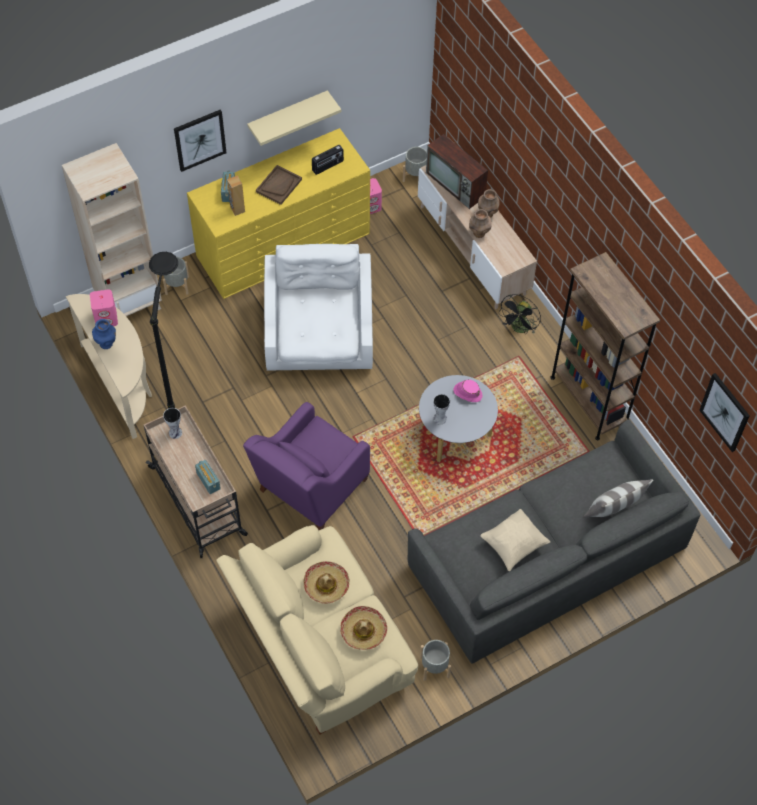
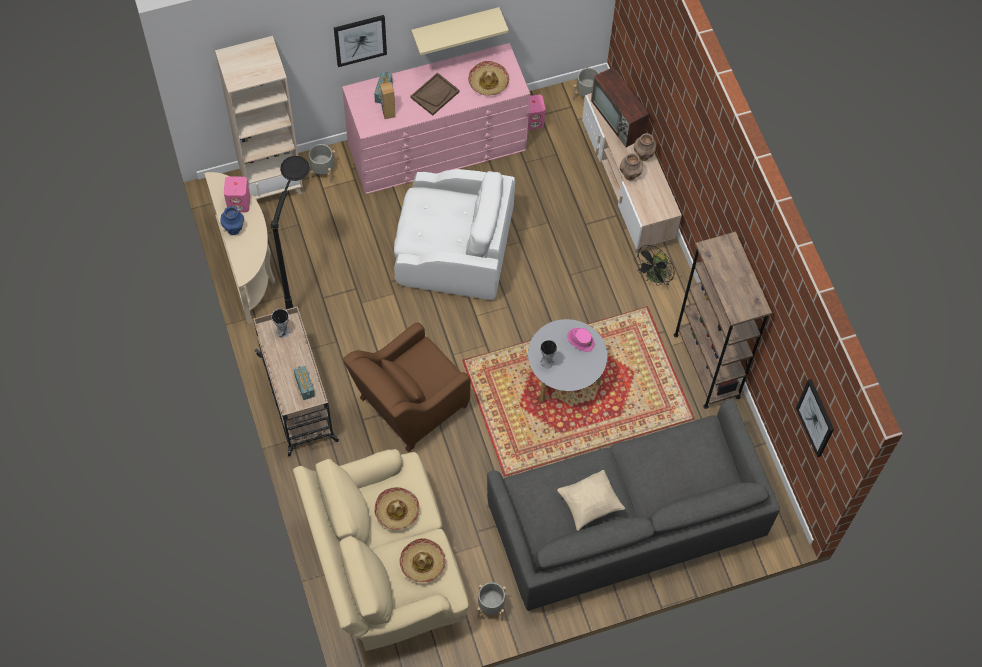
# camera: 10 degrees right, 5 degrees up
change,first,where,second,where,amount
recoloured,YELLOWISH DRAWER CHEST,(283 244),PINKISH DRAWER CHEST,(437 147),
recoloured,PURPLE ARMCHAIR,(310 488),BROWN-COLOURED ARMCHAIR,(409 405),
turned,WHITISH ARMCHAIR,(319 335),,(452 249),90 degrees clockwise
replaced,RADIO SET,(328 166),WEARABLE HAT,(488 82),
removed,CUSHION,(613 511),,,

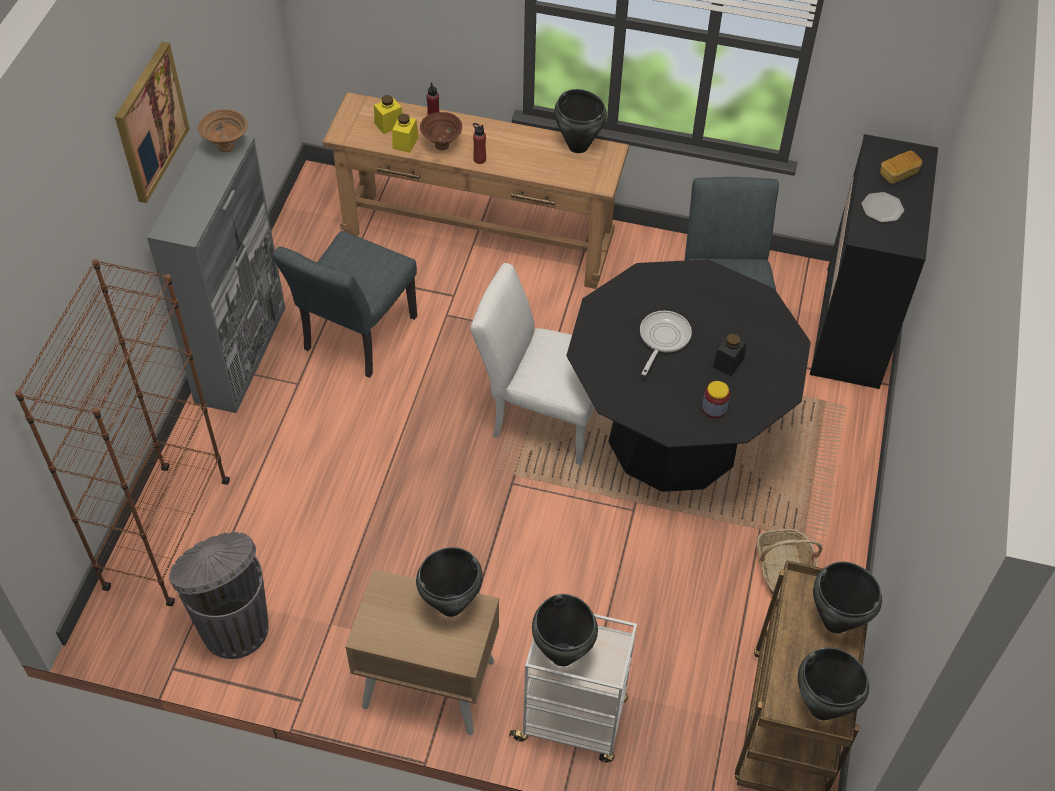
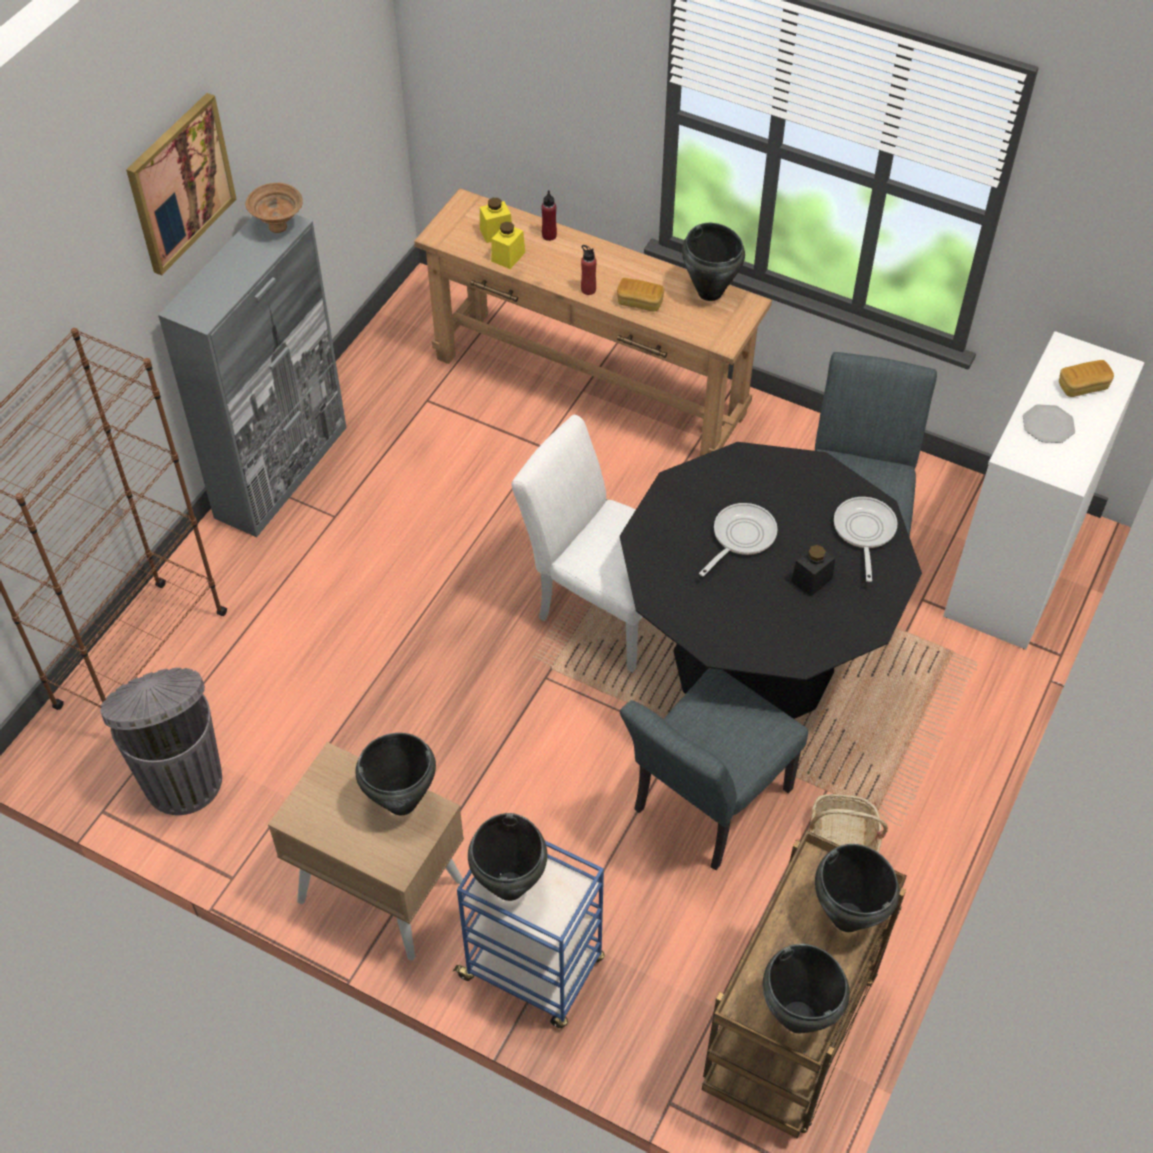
# camera: 15 degrees right, 0 degrees up
change,first,where,second,where,amount
recoloured,WHITISH WHEELED CART,(572 720),BLUE WHEELED CART,(533 969),
added,,,BAKED BREAD,(640 302),
moved,GREYISH PLAIN CHAIR,(355 339),,(704 807),
added,,,SKILLET,(864 532),
recoloured,BLACK DRAWER CHEST,(852 327),WHITISH DRAWER CHEST,(1013 569),
removed,BROWN-COLOURED SERVING BOWL,(442 146),,,
removed,PRESERVE JAR,(714 408),,,

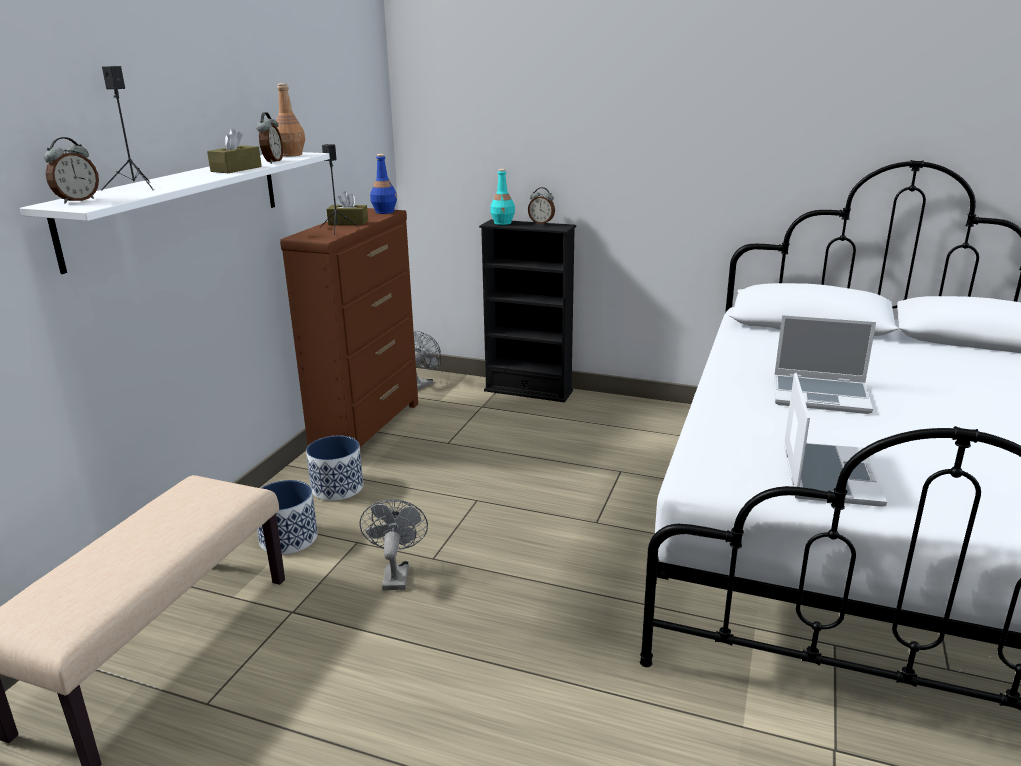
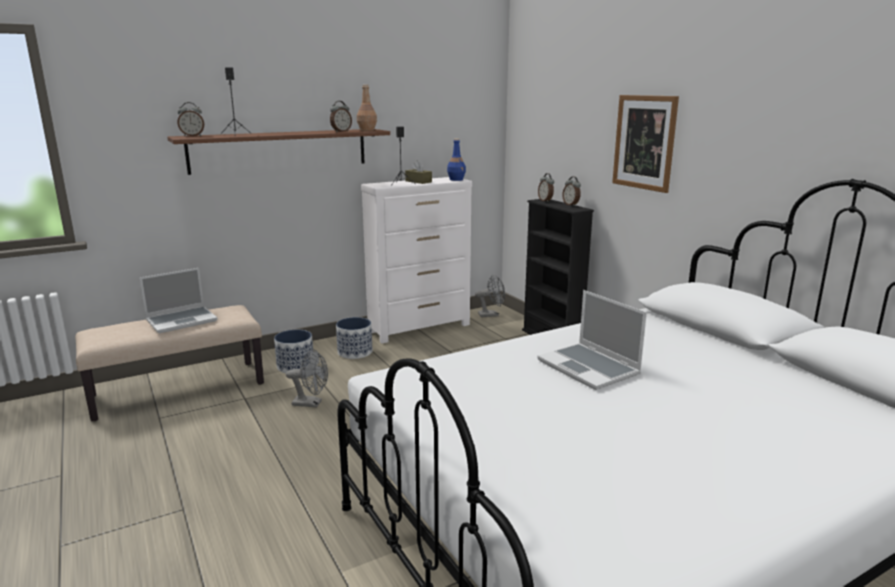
# camera: 40 degrees right, 5 degrees down
change,first,where,second,where,amount
moved,NOTEBOOK COMPUTER,(827 475),,(182 320),
recoloured,WHITISH BRACKET SHELF,(178 205),BROWN-COLOURED BRACKET SHELF,(280 150),
turned,GREYISH COOLING FAN,(396 574),,(311 403),60 degrees clockwise
recoloured,BROWN-COLOURED DRAWER CHEST,(368 428),WHITISH DRAWER CHEST,(420 328),
replaced,BLUE-GREEN BOTTLE,(503 223),ALARM CLOCK,(545 201),
added,,,WALL PICTURE,(644 142),
removed,BROWN-COLOURED BOX OF TISSUES,(236 169),,,

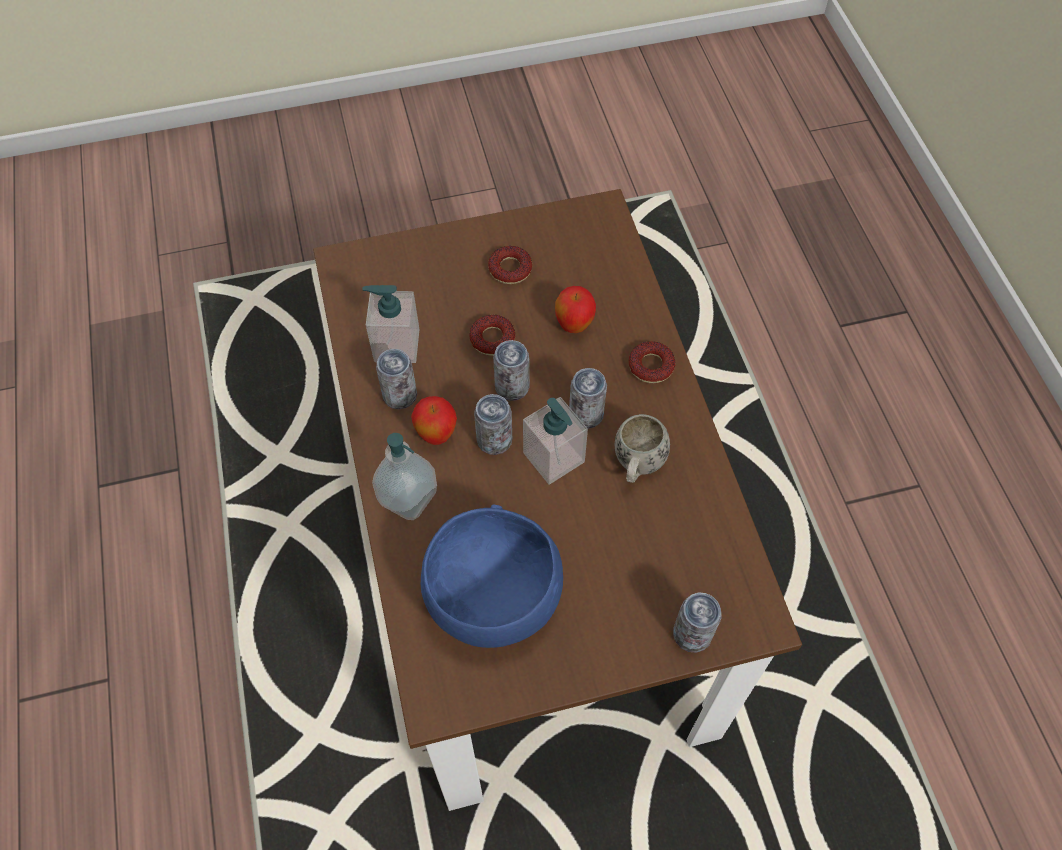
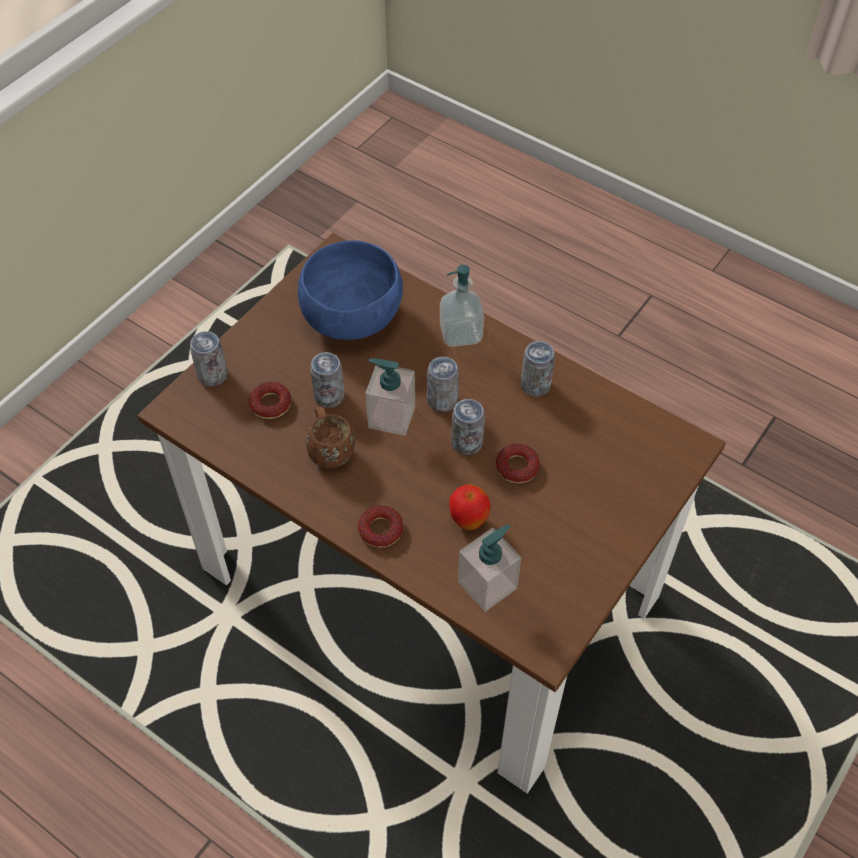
# camera: 140 degrees right, 5 degrees down
change,first,where,second,where,amount
moved,RING DOUGHNUT,(510 269),,(270 404),
recoloured,WHITISH MUG,(637 466),BROWN-COLOURED MUG,(329 450),
moved,METAL CAN,(586 414),,(329 396),
moved,SOAP BOTTLE,(396 345),,(487 585),
removed,WHOLE APPLE,(436 435),,,

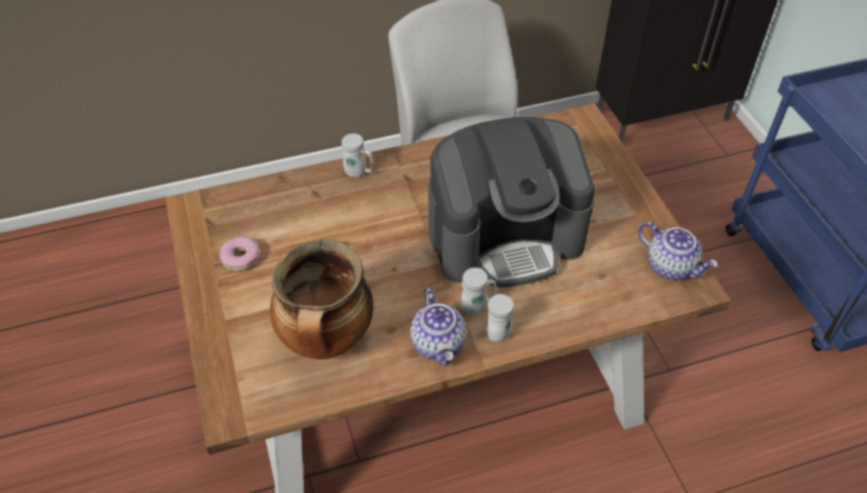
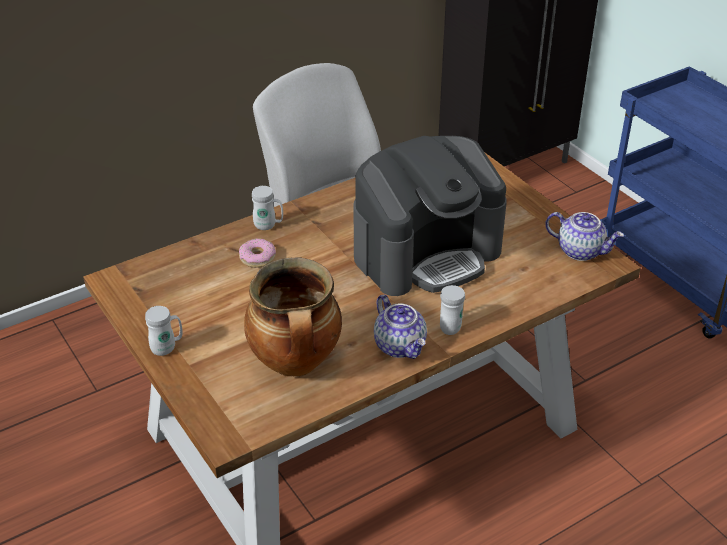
# camera: 15 degrees left, 10 degrees down
change,first,where,second,where,amount
moved,WHITISH MUG,(477 306),,(167 348),
moved,RING DOUGHNUT,(240 258),,(257 258),

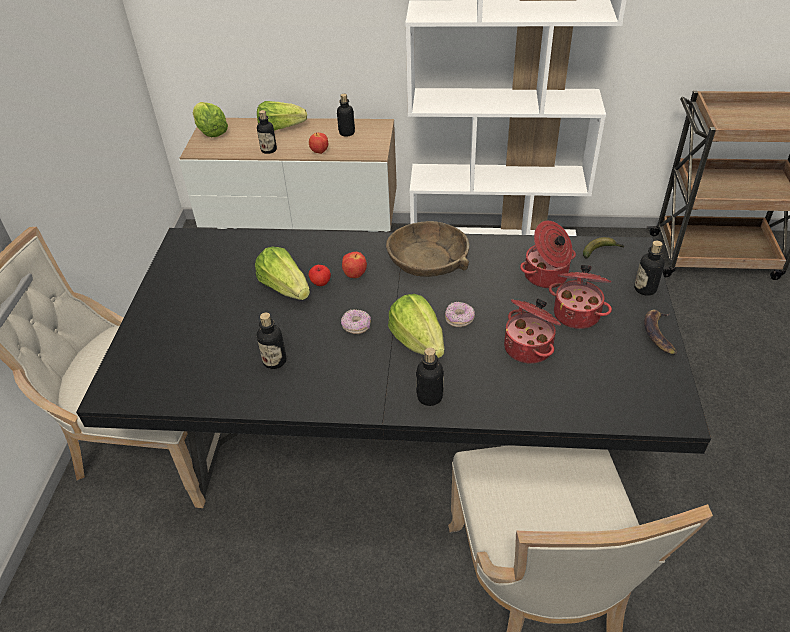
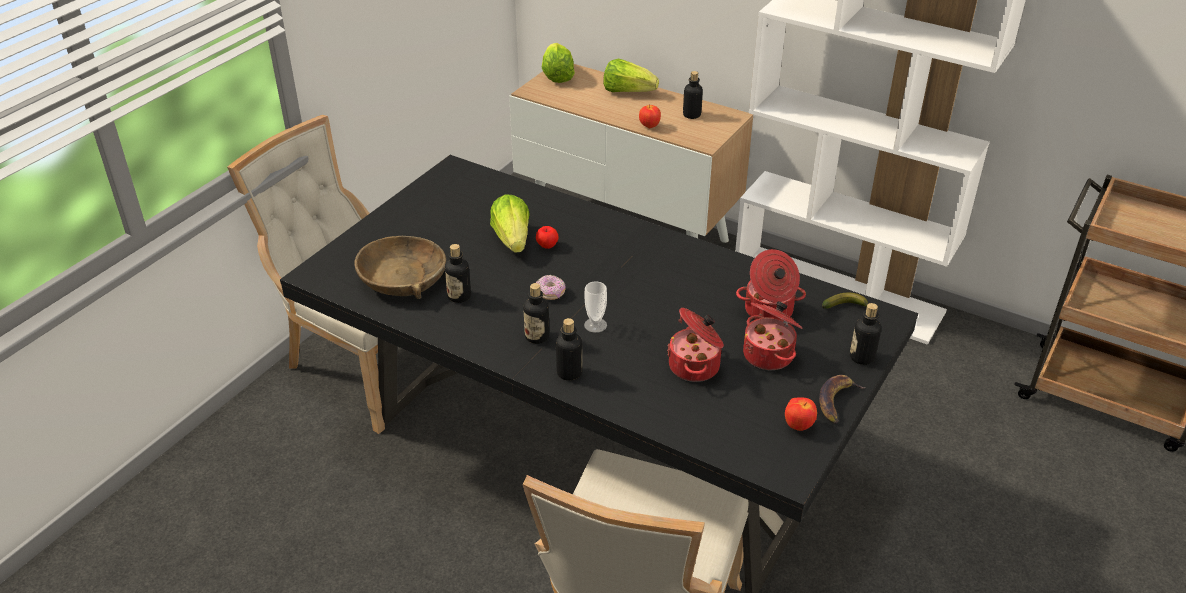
# camera: 25 degrees right, 5 degrees down
change,first,where,second,where,amount
moved,BROWN-COLOURED SERVING BOWL,(429 260),,(403 278),
moved,BOTTLE,(269 150),,(537 336),
replaced,HEAD OF LETTUCE,(418 342),CUP,(595 325),
moved,WHOLE APPLE,(355 275),,(799 426),
removed,RING DOUGHNUT,(459 319),,,

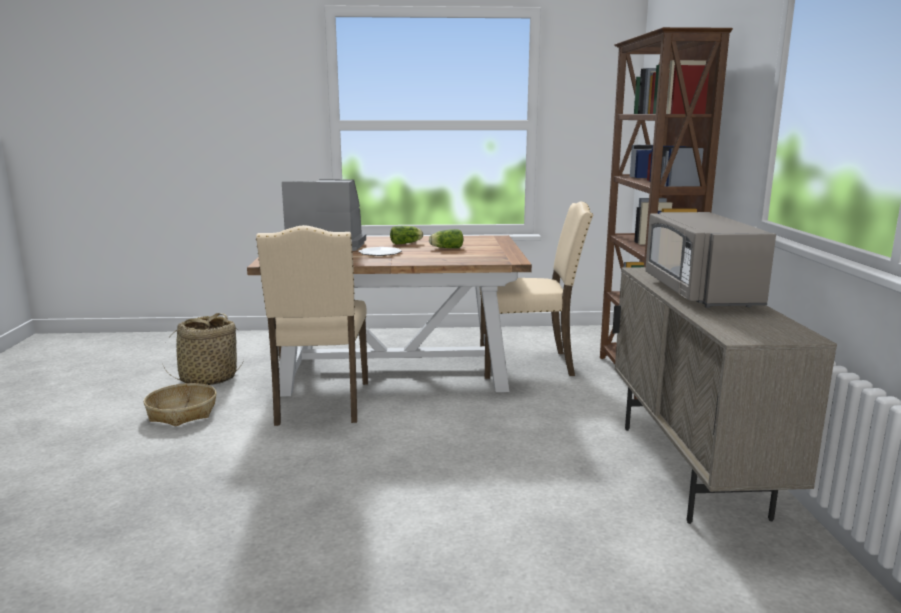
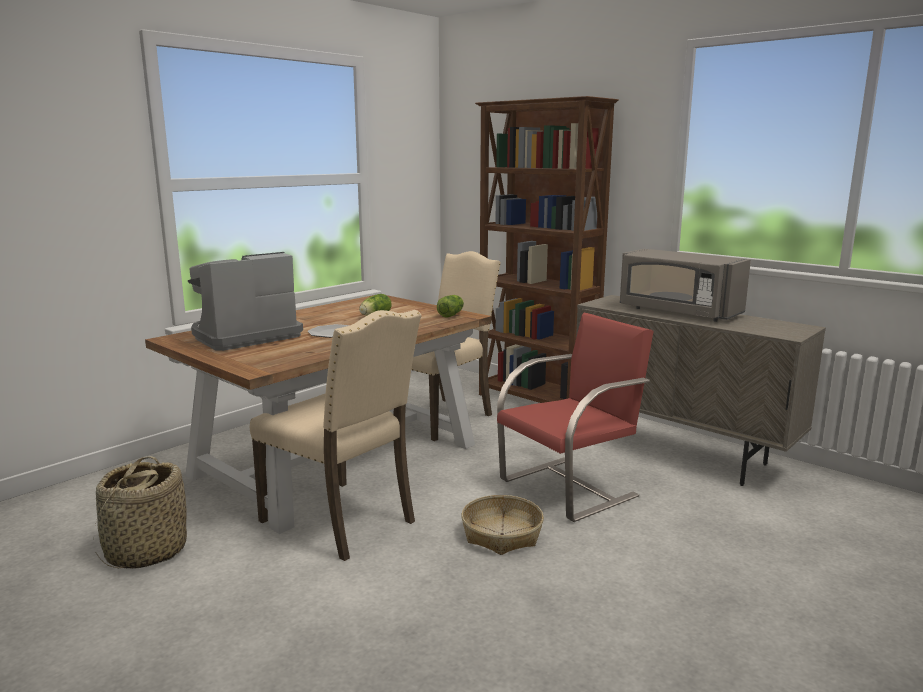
# camera: 45 degrees left, 0 degrees up
change,first,where,second,where,amount
moved,HEAD OF LETTUCE,(407 243),,(452 314),
moved,STORAGE BASKET,(182 413),,(502 534),
added,,,RED-COLOURED PLAIN CHAIR,(570 487),

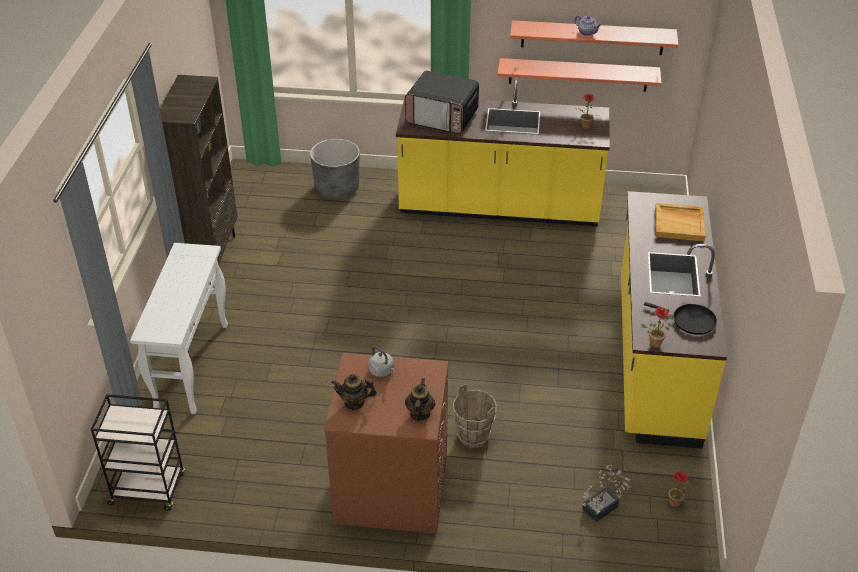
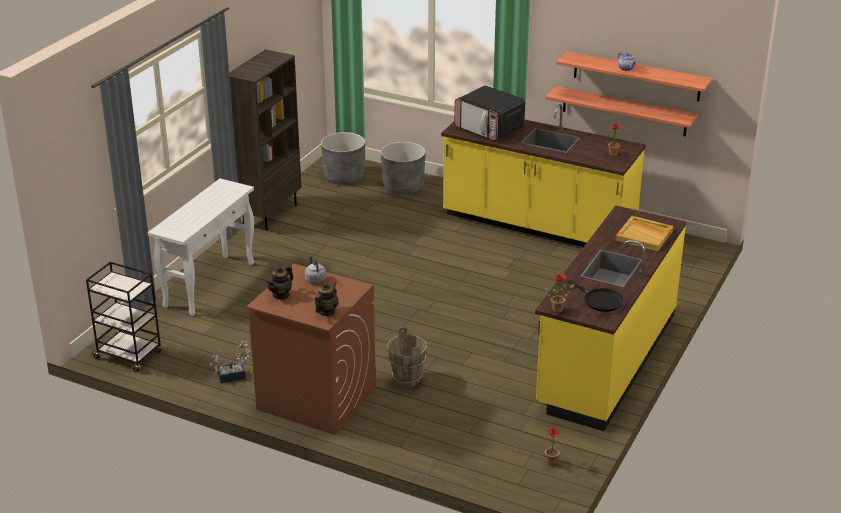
# camera: 20 degrees right, 10 degrees down
change,first,where,second,where,amount
moved,HOUSEPLANT,(603 506),,(235 376),
turned,TEA POT,(354 402),,(281 295),75 degrees counterclockwise
added,,,GREYISH FLOWER POT,(344 177),

